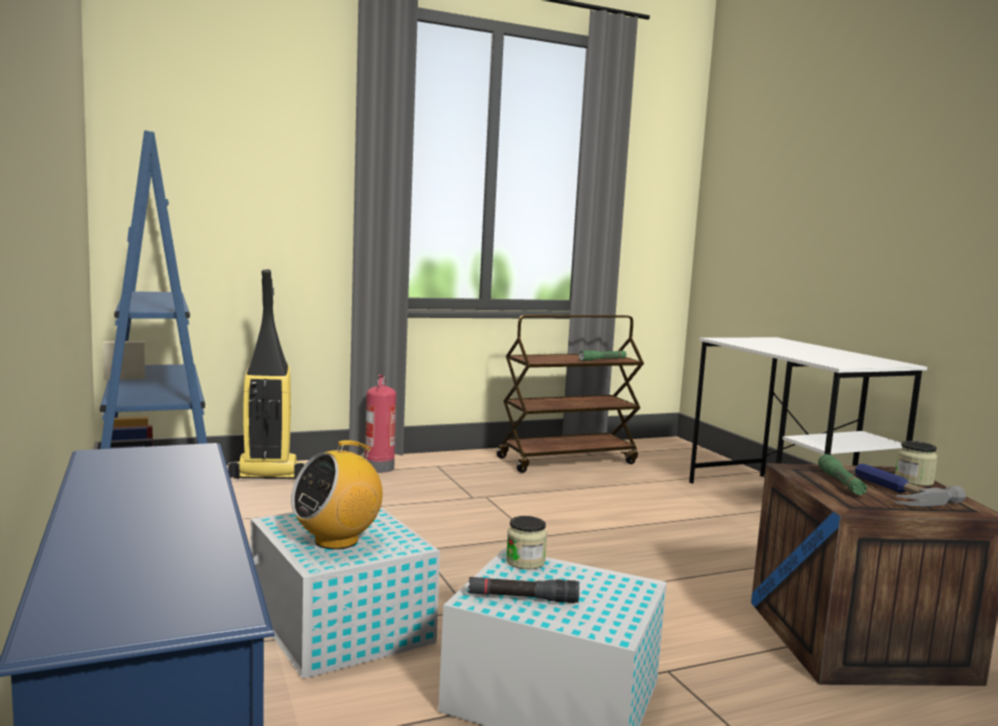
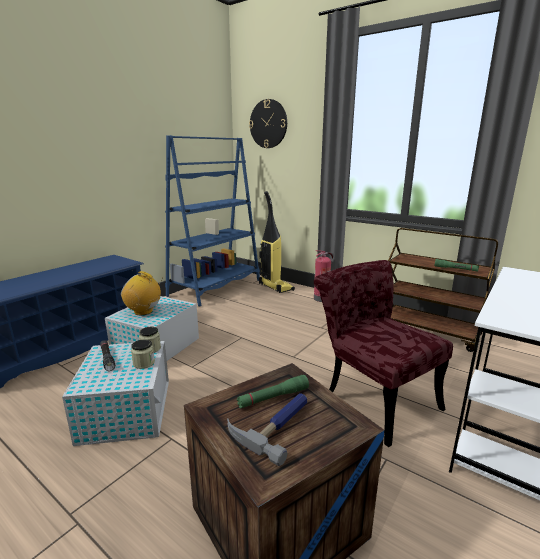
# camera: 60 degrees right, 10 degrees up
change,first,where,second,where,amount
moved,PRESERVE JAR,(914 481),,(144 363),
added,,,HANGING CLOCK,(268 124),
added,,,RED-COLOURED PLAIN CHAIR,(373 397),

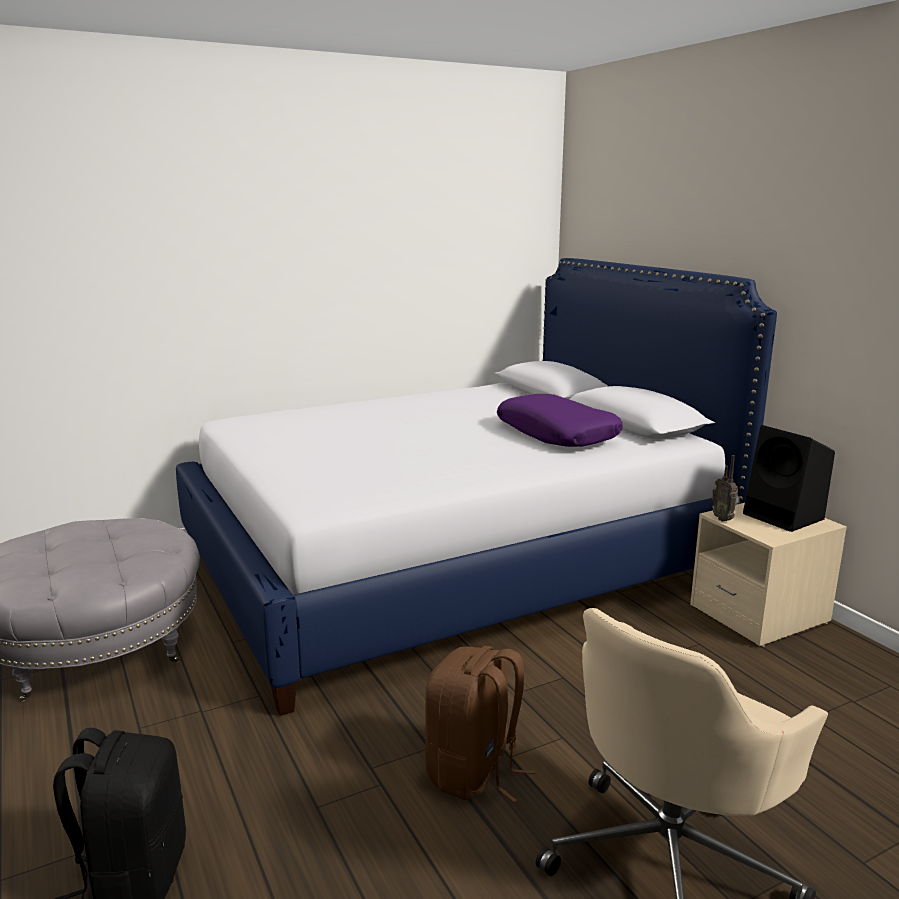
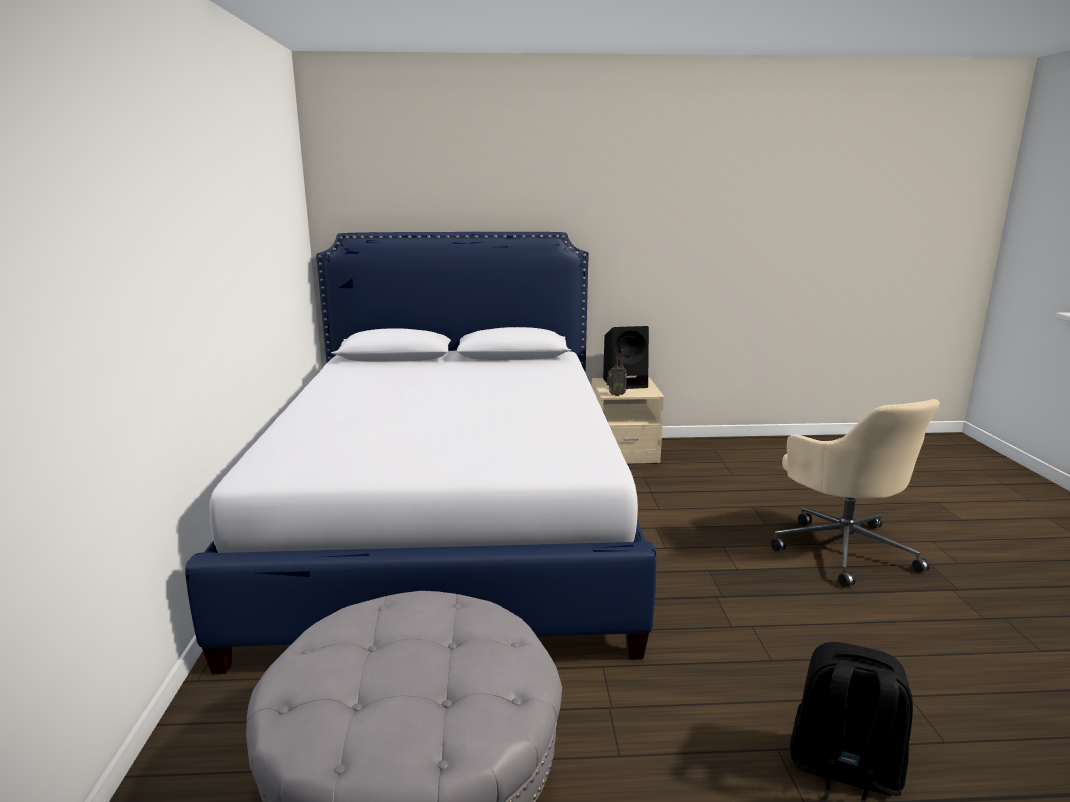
# camera: 65 degrees left, 0 degrees up
change,first,where,second,where,amount
removed,BROWN-COLOURED KNAPSACK,(474 772),,,
removed,PURPLE CUSHION,(557 434),,,

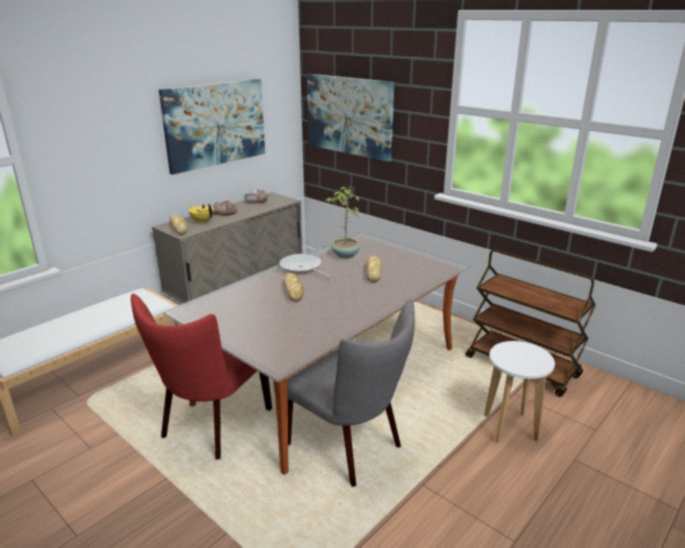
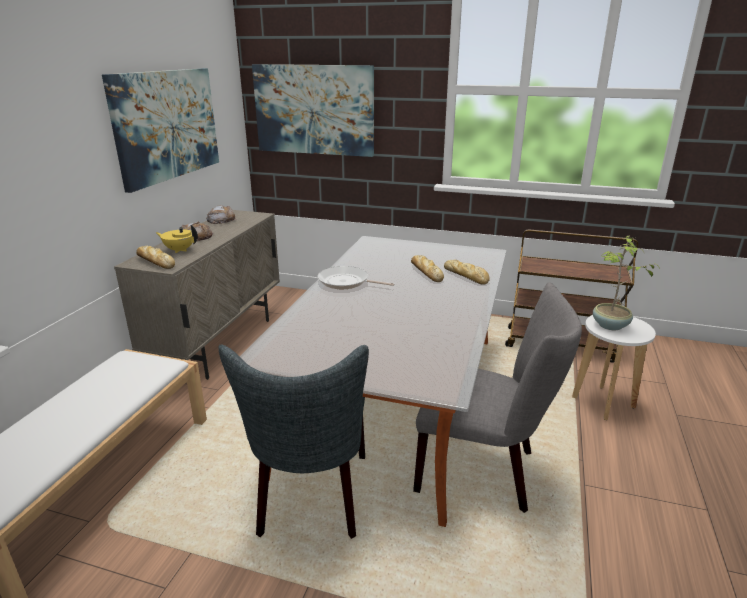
# camera: 25 degrees left, 0 degrees up
change,first,where,second,where,amount
recoloured,RED-COLOURED PLAIN CHAIR,(212 427),GREYISH PLAIN CHAIR,(312 500),
moved,BAKED BREAD,(293 291),,(466 276),
moved,HOUSEPLANT,(345 255),,(610 326),

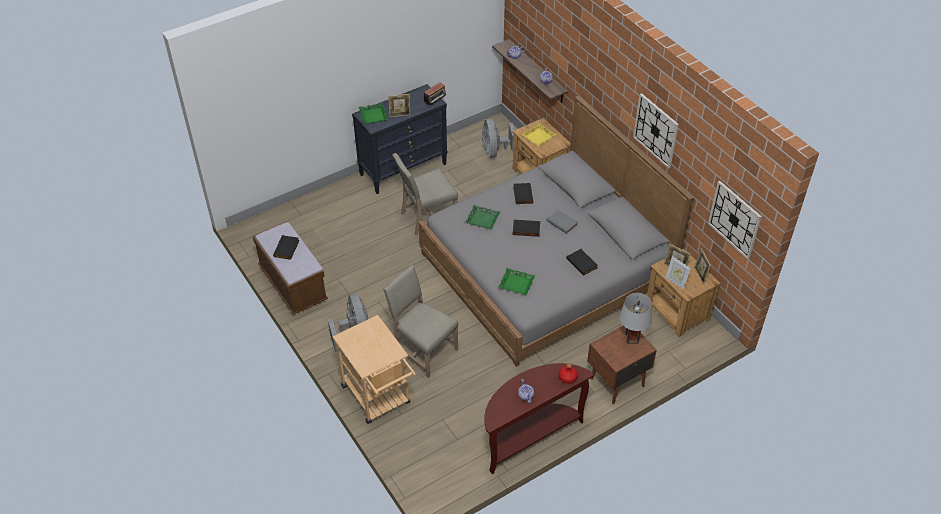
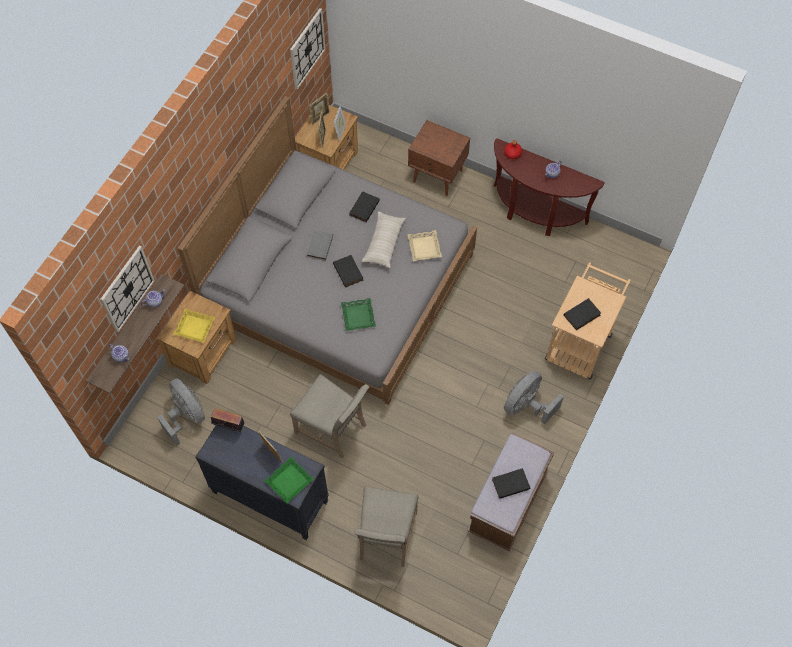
# camera: 120 degrees left, 15 degrees up
change,first,where,second,where,amount
moved,HANGING CLOCK,(656 130),,(127 289),
turned,GREYISH COOLING FAN,(495 151),,(186 416),90 degrees counterclockwise
moved,BEIGE PLAIN CHAIR,(422 349),,(386 537),
added,,,BEIGE CUSHION,(384 243),
recoloured,GREEN-COLOURED TRAY,(516 283),BEIGE TRAY,(424 247),
moved,BLACK BOUND BOOK,(522 194),,(582 316),
removed,GREYISH TABLE LAMP,(632 338),,,

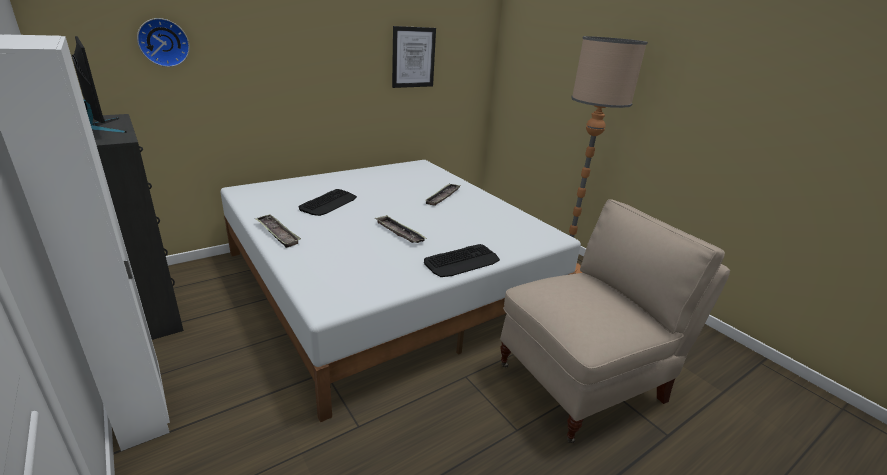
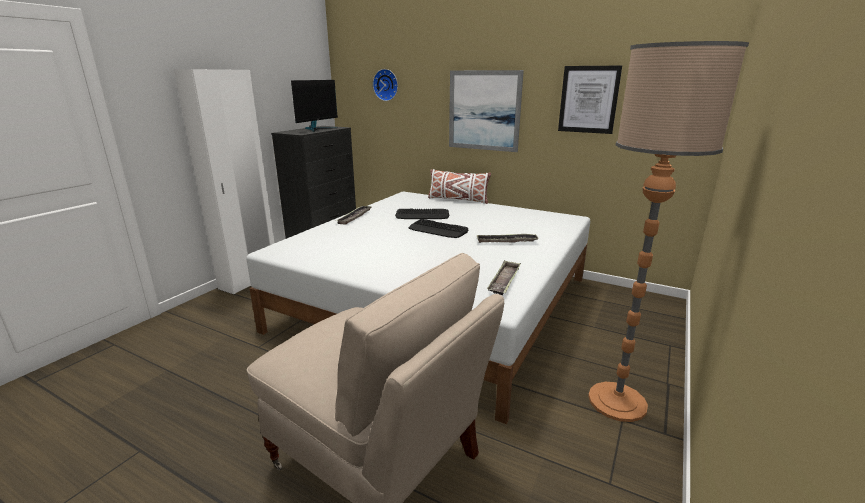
# camera: 65 degrees right, 5 degrees down
change,first,where,second,where,amount
moved,COMPUTER KEYBOARD,(462 261),,(438 230),
added,,,WHITISH CUSHION,(458 200),
added,,,WALL PICTURE,(484 110),
moved,TRAY,(399 232),,(504 281),

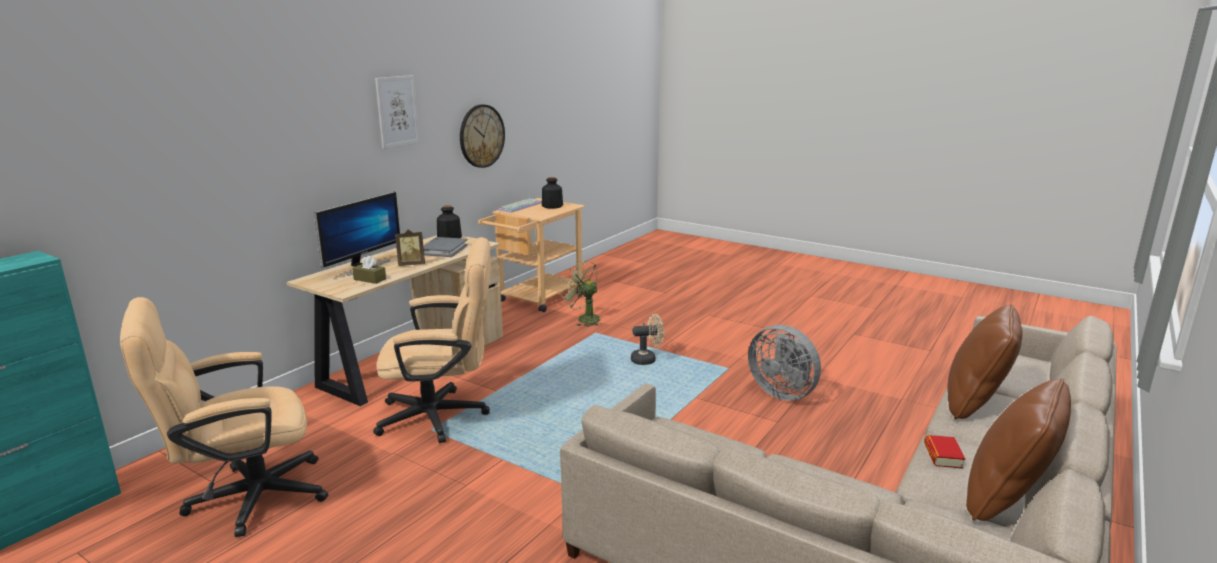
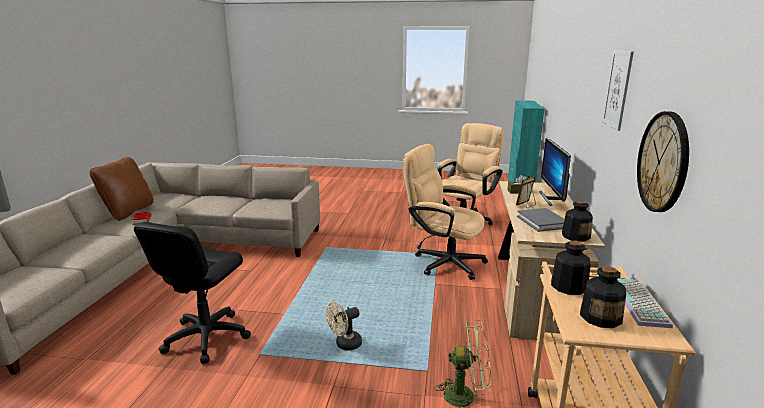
# camera: 155 degrees right, 0 degrees up
change,first,where,second,where,amount
replaced,GREYISH COOLING FAN,(783 392),BLACK DESK CHAIR,(206 337),
turned,BEIGE DESK CHAIR,(443 416),,(442 262),60 degrees clockwise
added,,,BOTTLE,(568 287),
removed,BROWN-COLOURED CUSHION,(975 403),,,

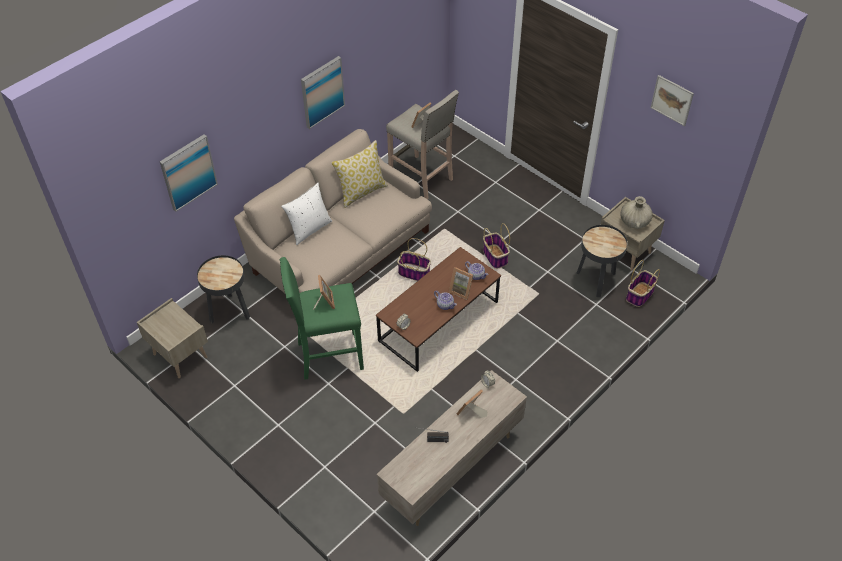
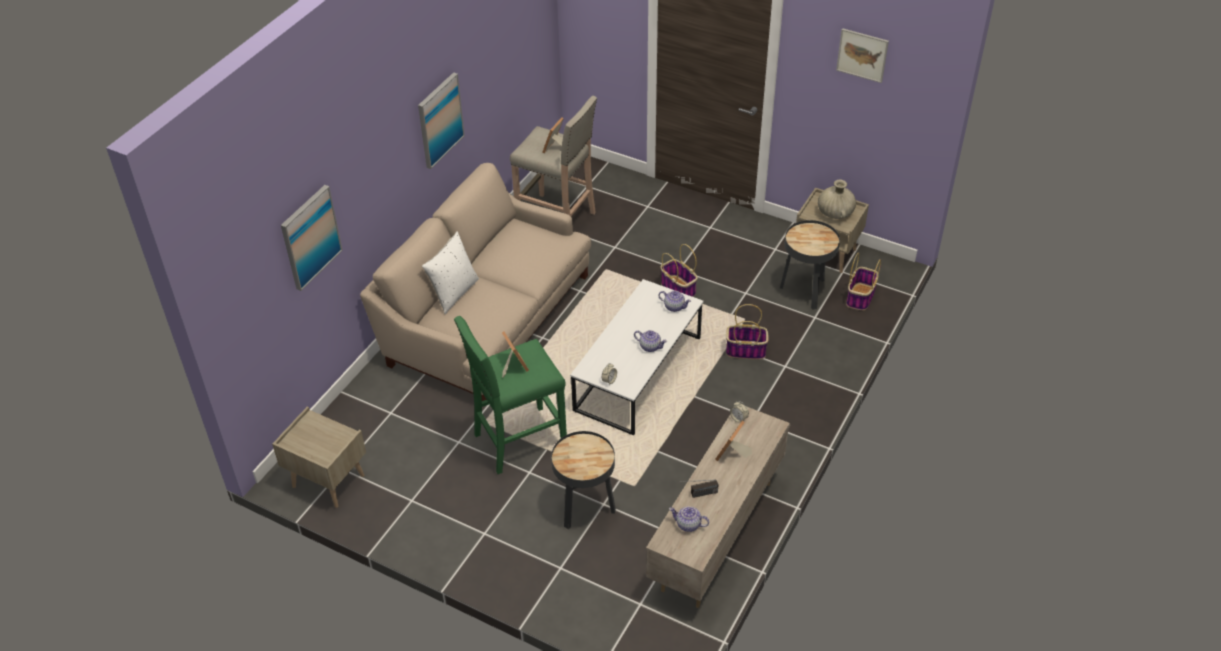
# camera: 15 degrees left, 5 degrees down
change,first,where,second,where,amount
moved,BLACK SIDE TABLE,(229 311),,(584 508),
recoloured,BROWN-COLOURED LOUNGE TABLE,(439 322),WHITISH LOUNGE TABLE,(638 374),
added,,,TEA POT,(688 525),
moved,STORAGE BASKET,(414 273),,(746 350),
removed,CUSHION,(361 191),,,
removed,PICTURE FRAME,(461 290),,,

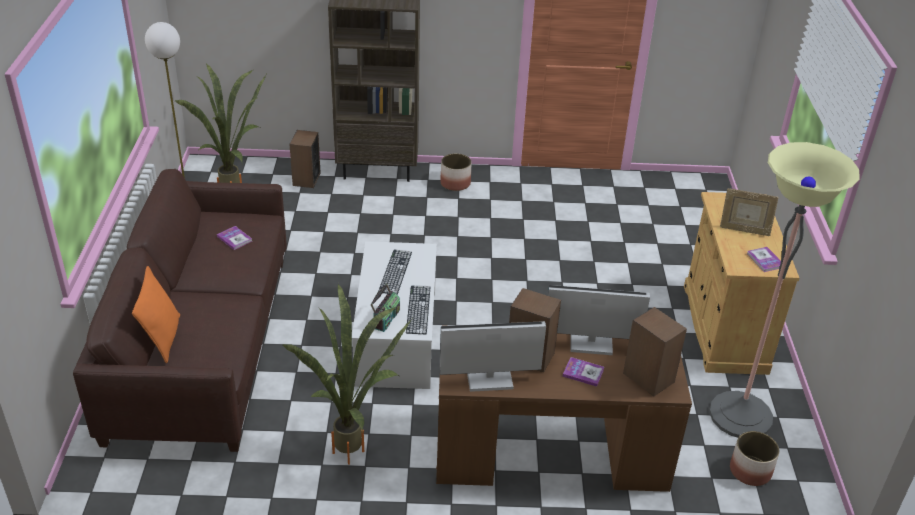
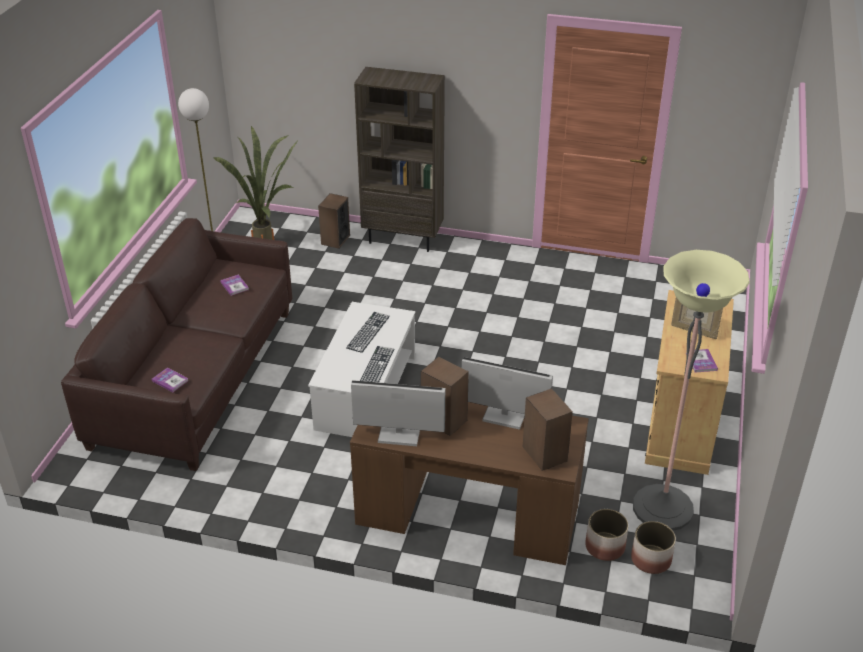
# camera: 15 degrees right, 0 degrees up
change,first,where,second,where,amount
moved,BOUND BOOK,(583 372),,(170 381),
moved,FLOWER POT,(455 183),,(605 547),
removed,ORANGE-COLOURED CUSHION,(163 338),,,
removed,HOUSEPLANT,(357 448),,,
removed,RADIO SET,(385 318),,,

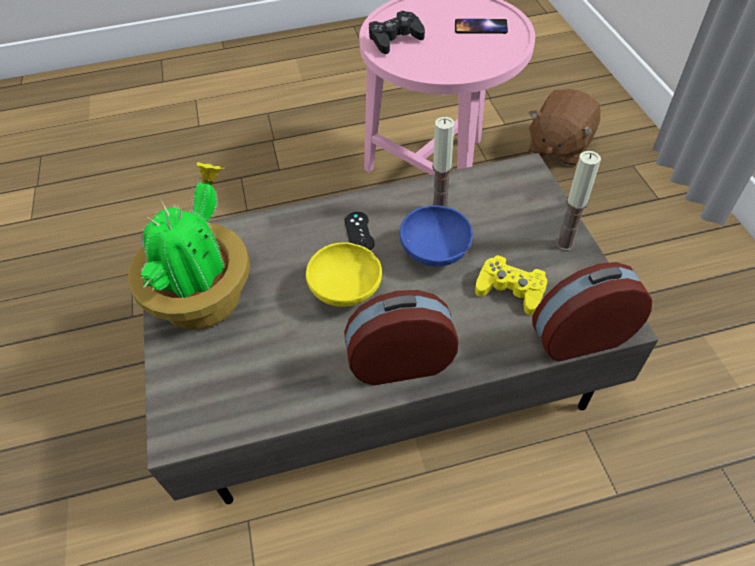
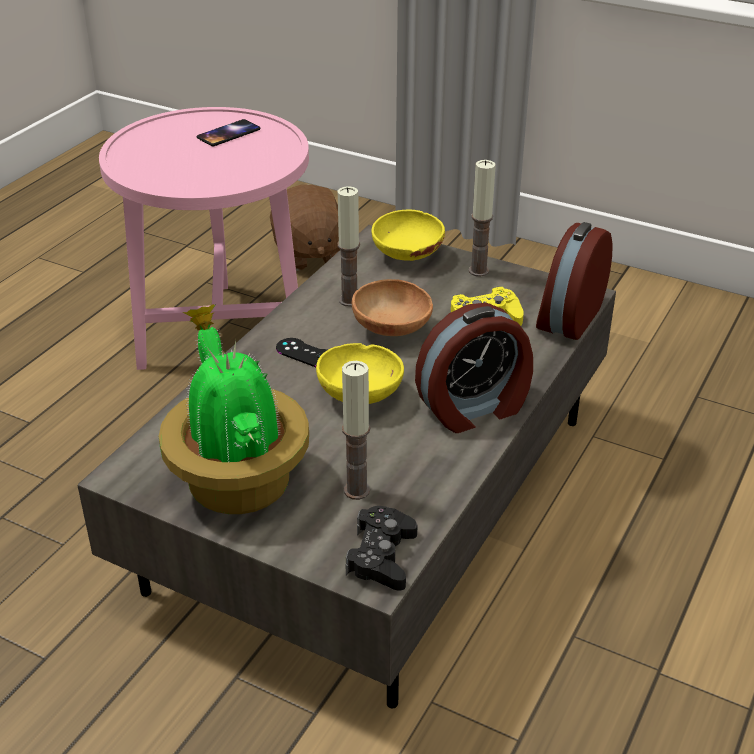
# camera: 50 degrees left, 15 degrees down
change,first,where,second,where,amount
added,,,WAX CANDLE,(357 490),
moved,BLACK JOYPAD,(395 39),,(381 556),
recoloured,BLUE SERVING BOWL,(435 253),BROWN-COLOURED SERVING BOWL,(393 330),
added,,,YELLOWISH SERVING BOWL,(406 256),
turned,ALARM CLOCK,(400 360),,(474 409),150 degrees counterclockwise

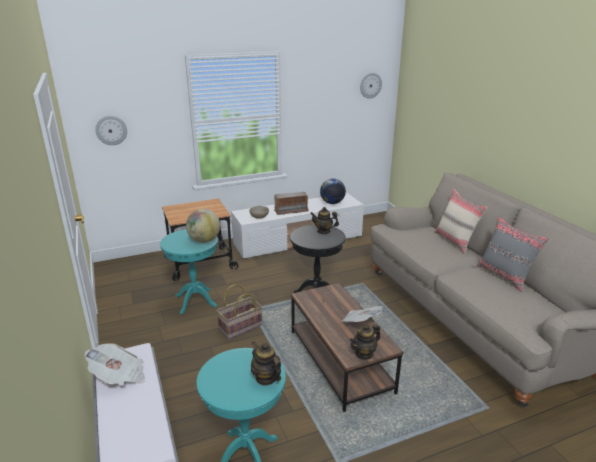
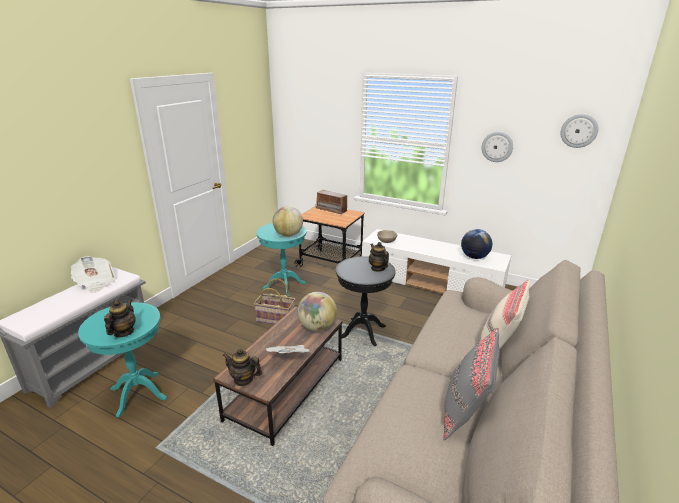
# camera: 50 degrees right, 0 degrees up
change,first,where,second,where,amount
added,,,WORLD GLOBE,(317 327),
moved,RADIO SET,(291 211),,(332 210),
moved,HANGING CLOCK,(111 130),,(497 146),

